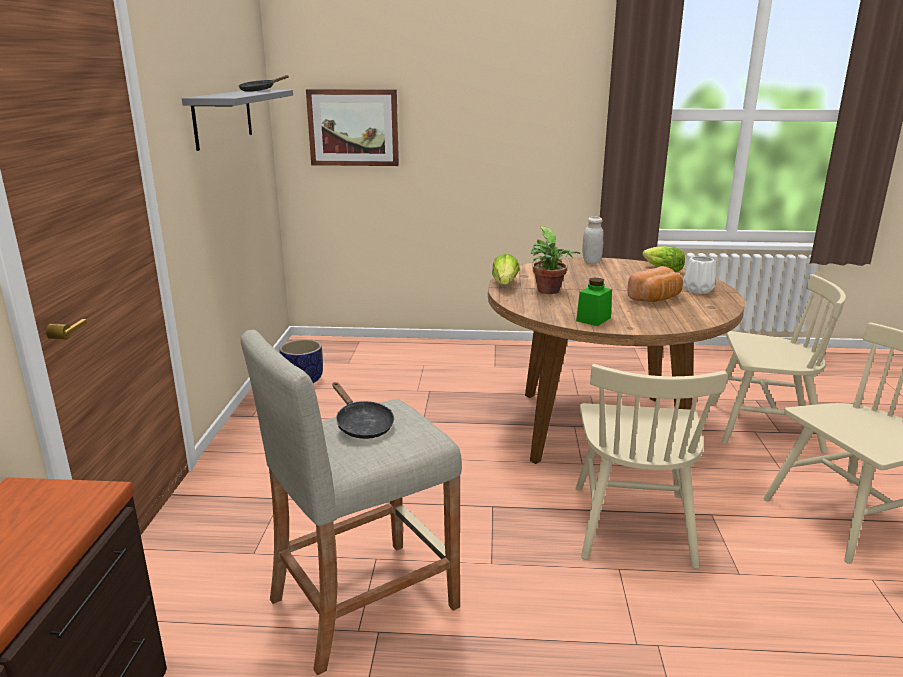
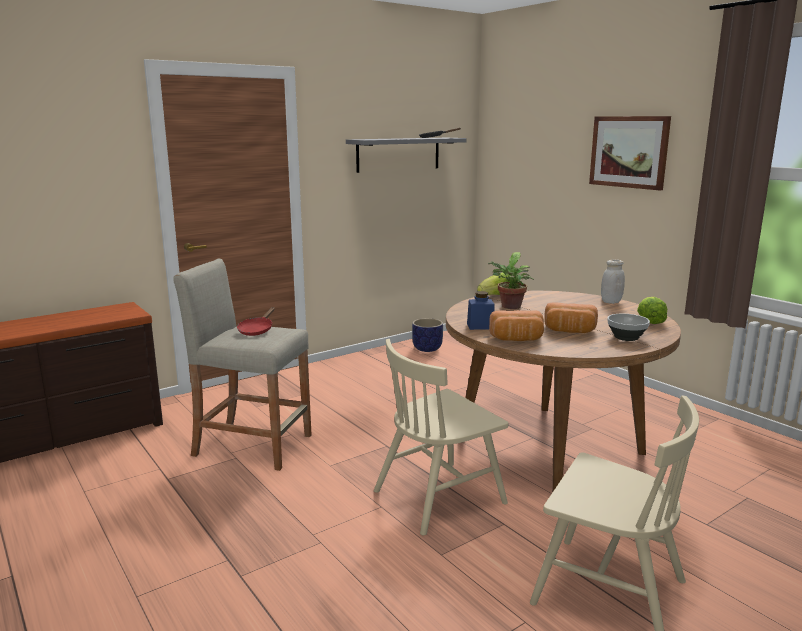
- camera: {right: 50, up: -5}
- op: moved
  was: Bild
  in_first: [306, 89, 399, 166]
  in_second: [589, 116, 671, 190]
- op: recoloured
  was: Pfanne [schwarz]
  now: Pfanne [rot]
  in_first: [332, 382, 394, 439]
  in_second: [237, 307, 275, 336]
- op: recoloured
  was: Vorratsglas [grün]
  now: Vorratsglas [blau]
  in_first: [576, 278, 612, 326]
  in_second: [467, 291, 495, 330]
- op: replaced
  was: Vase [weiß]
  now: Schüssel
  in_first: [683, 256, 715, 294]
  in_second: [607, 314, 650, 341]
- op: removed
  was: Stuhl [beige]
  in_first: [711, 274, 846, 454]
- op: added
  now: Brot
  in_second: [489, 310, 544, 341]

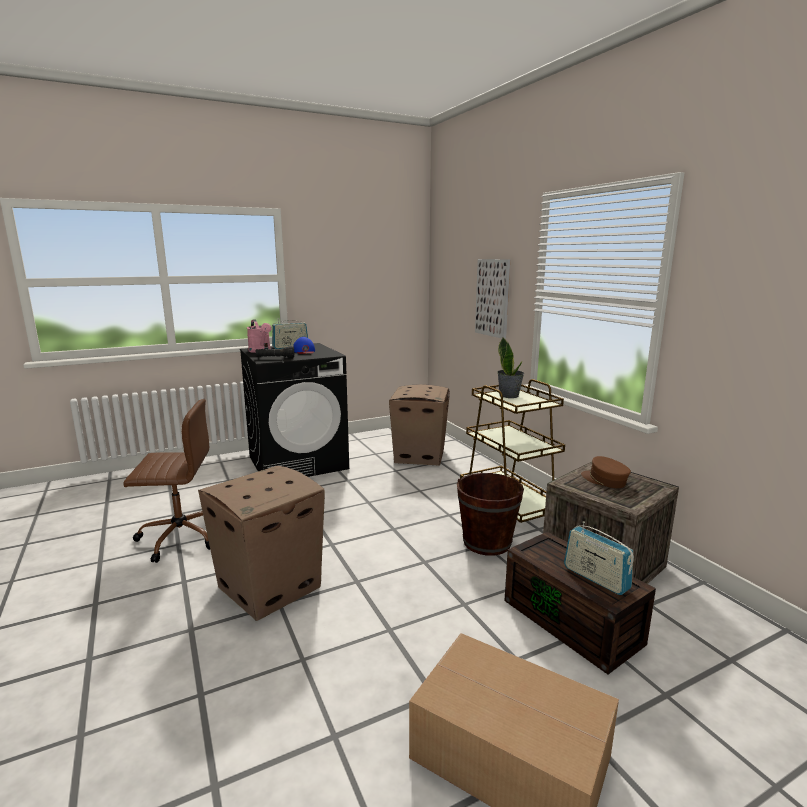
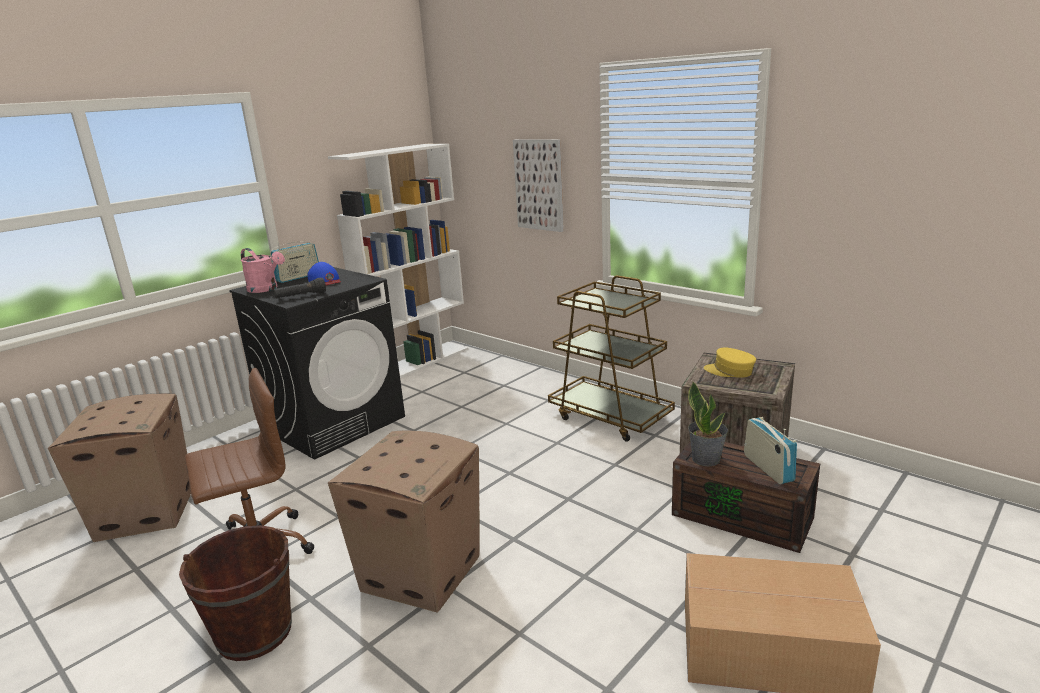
- camera: {right: -20, up: 5}
- op: moved
  was: Karton
  in_first: [389, 384, 450, 466]
  in_second: [48, 394, 191, 542]
- op: moved
  was: Eimer [braun]
  in_first: [457, 473, 524, 556]
  in_second: [179, 525, 292, 661]
- op: moved
  was: Topfpflanze
  in_first: [497, 337, 524, 398]
  in_second: [688, 381, 728, 466]
- op: turned
  was: Radio
  in_first: [564, 521, 634, 595]
  in_second: [744, 417, 797, 484]
  clockwise: -135
- op: recoloured
  was: Kappe [braun]
  now: Kappe [gelb]
  in_first: [581, 456, 631, 488]
  in_second: [704, 347, 756, 378]
- op: added
  now: Bücherregal [weiß]
  in_second: [328, 144, 468, 378]

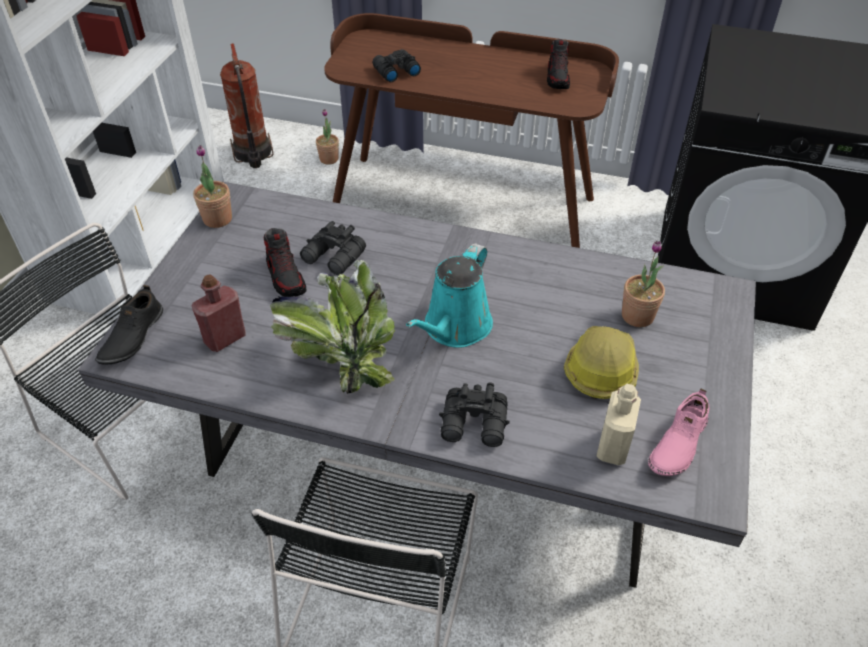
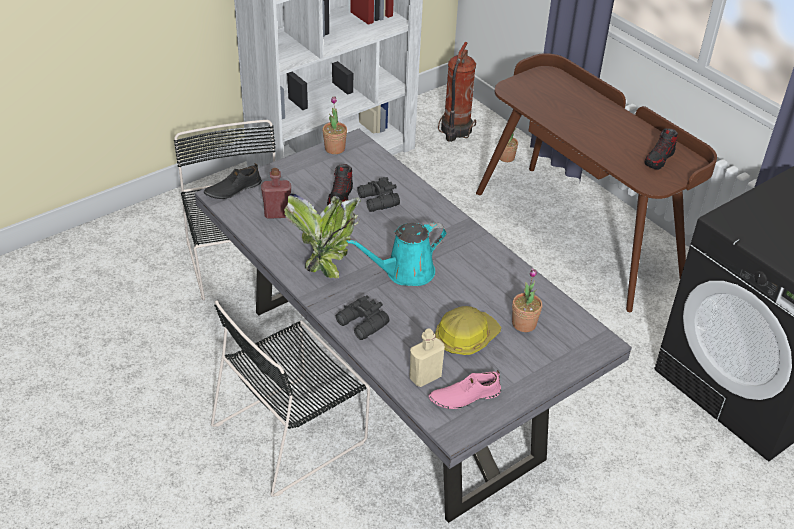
- camera: {right: 35, up: -5}
- op: removed
  was: Fernglas [schwarz]
  in_first: [372, 49, 421, 82]

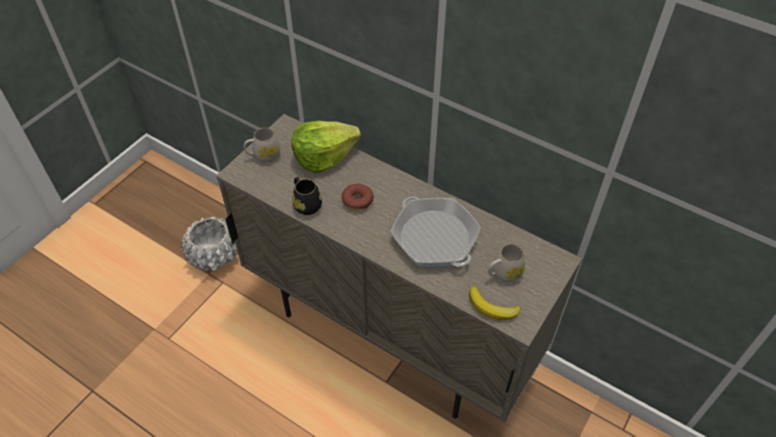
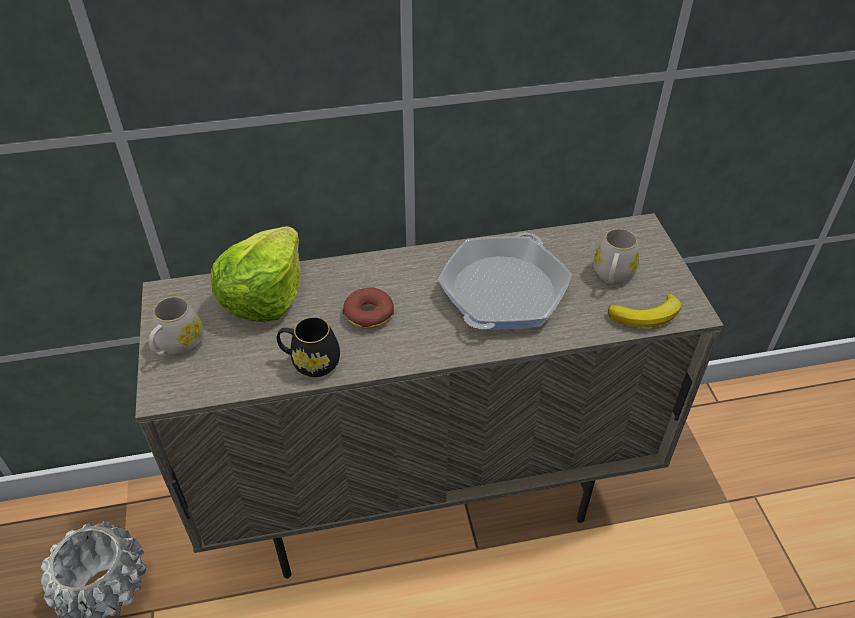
- camera: {right: -45, up: -5}
- op: turned
  was: Pfanne
  in_first: [390, 197, 481, 267]
  in_second: [438, 233, 572, 330]
  clockwise: -75

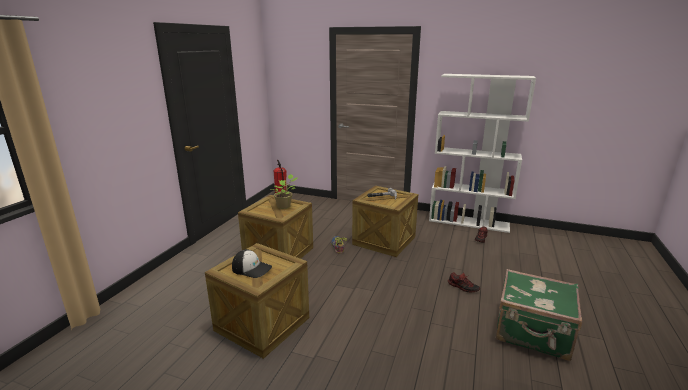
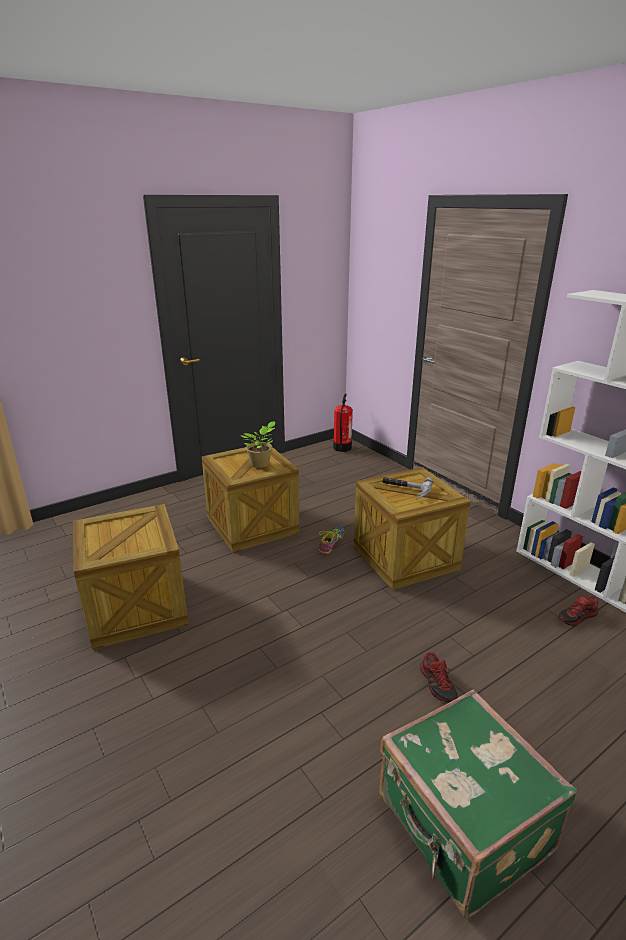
- camera: {right: 35, up: 5}
- op: removed
  was: Kappe
  in_first: [232, 249, 272, 278]

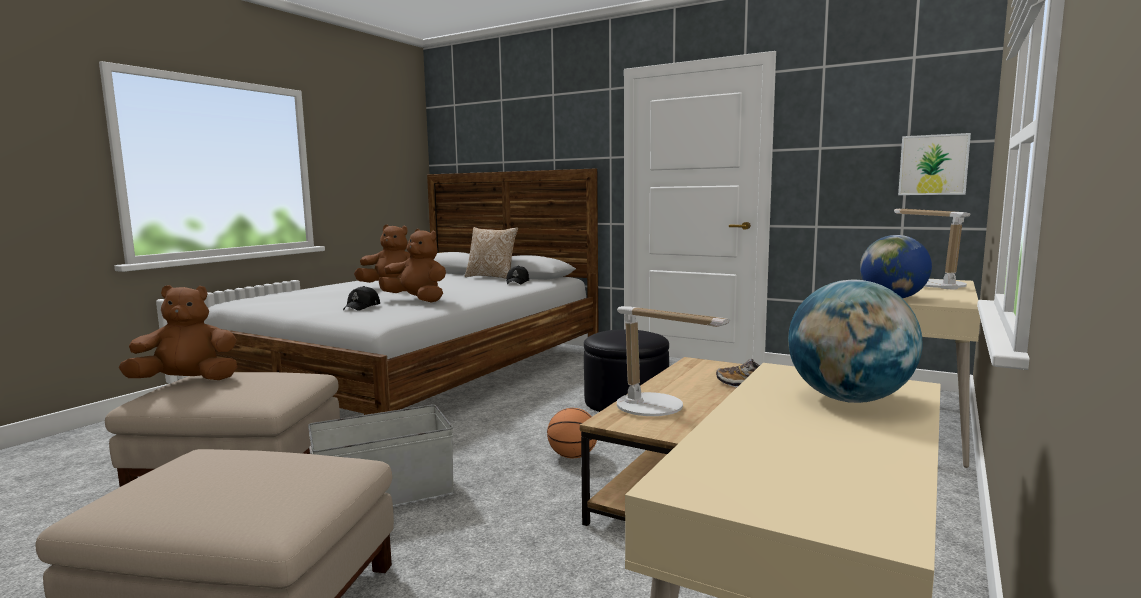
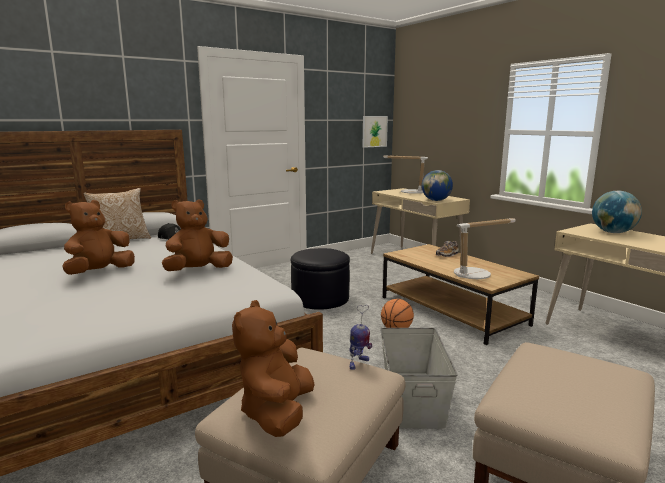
- camera: {right: -65, up: 5}
- op: removed
  was: Kappe [schwarz]
  in_first: [343, 286, 380, 311]
- op: added
  now: Spielzeugroboter
  in_second: [349, 305, 372, 370]

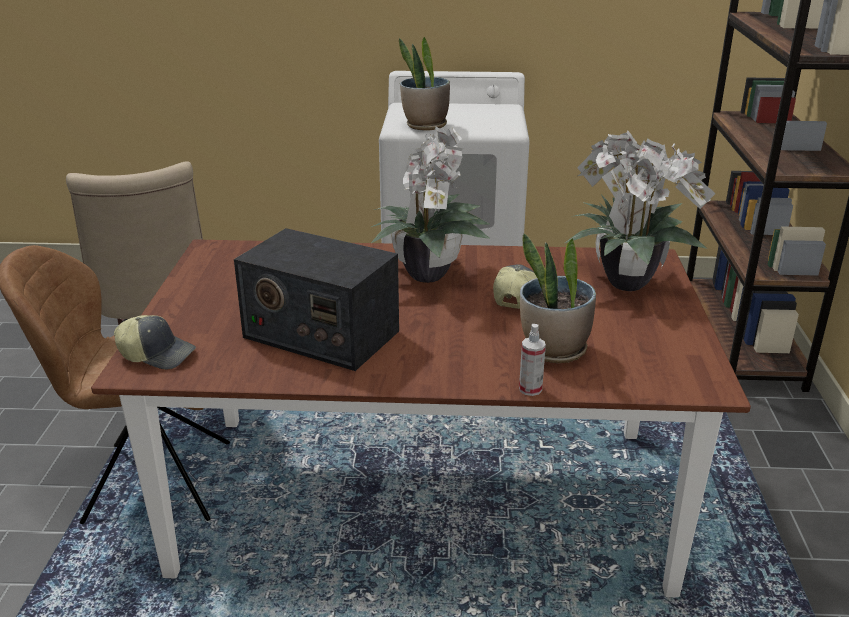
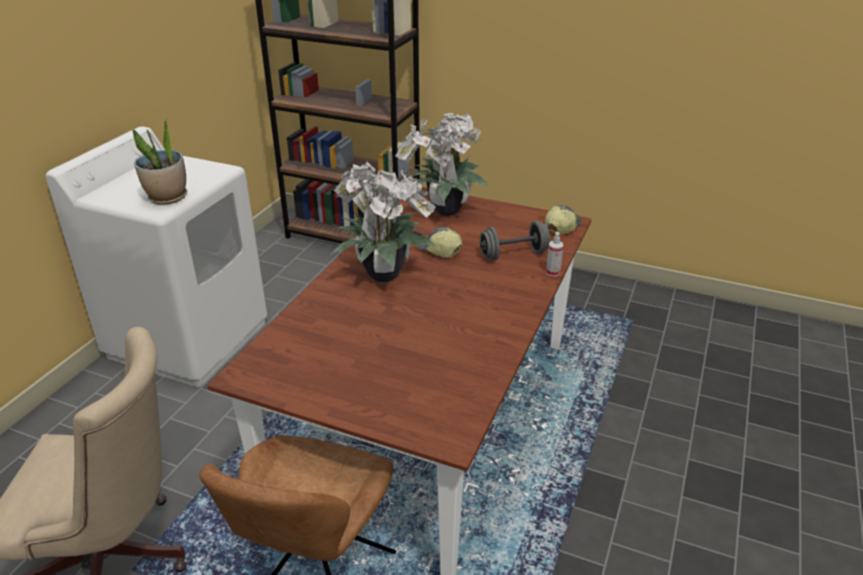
- camera: {right: -70, up: 5}
- op: moved
  was: Kappe
  in_first: [114, 315, 196, 370]
  in_second: [545, 205, 582, 235]
- op: removed
  was: Radio
  in_first: [234, 228, 399, 371]
- op: replaced
  was: Topfpflanze
  now: Hantel [grau]
  in_first: [520, 233, 596, 363]
  in_second: [480, 221, 550, 260]

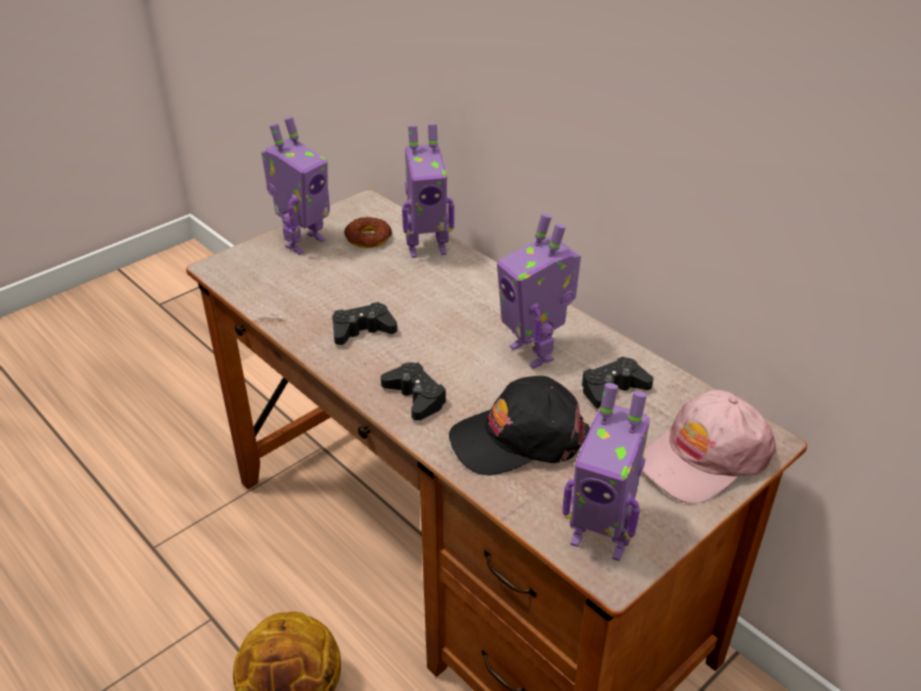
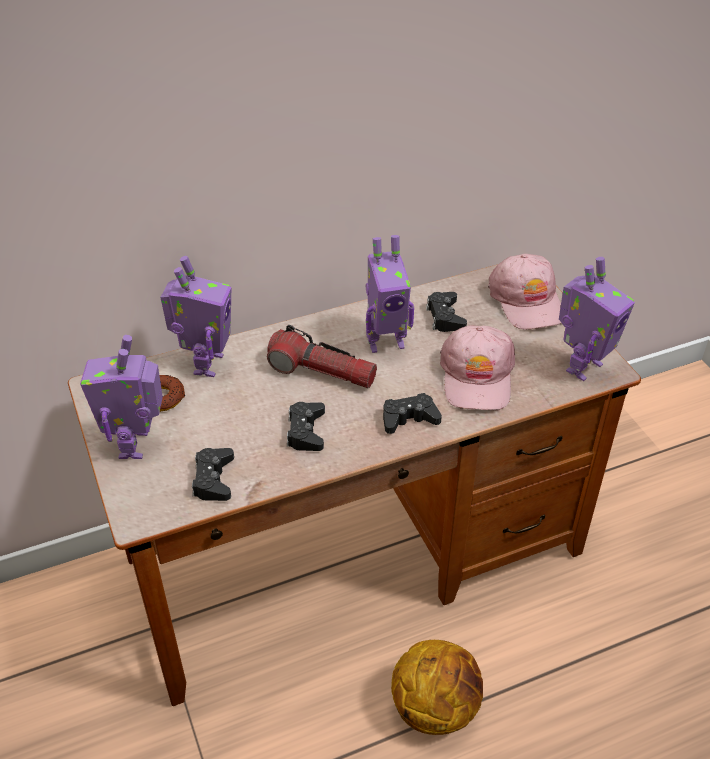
- camera: {right: -70, up: 5}
- op: turned
  was: Spielzeugroboter
  in_first: [261, 117, 330, 254]
  in_second: [80, 335, 163, 459]
  clockwise: -150
- op: recoloured
  was: Kappe [schwarz]
  now: Kappe [rosa]
  in_first: [449, 376, 590, 476]
  in_second: [440, 325, 515, 410]
- op: added
  now: Gamepad [schwarz]
  in_second: [192, 448, 234, 501]
- op: added
  now: Taschenlampe
  in_second: [267, 325, 377, 388]

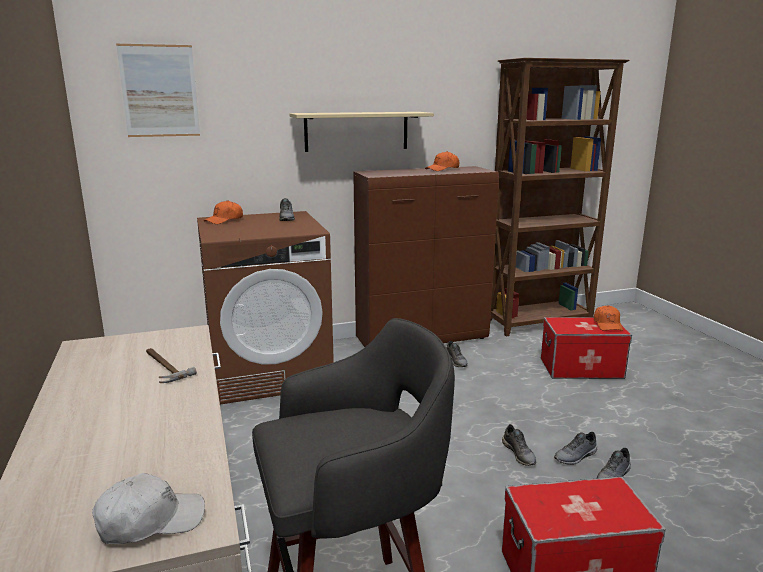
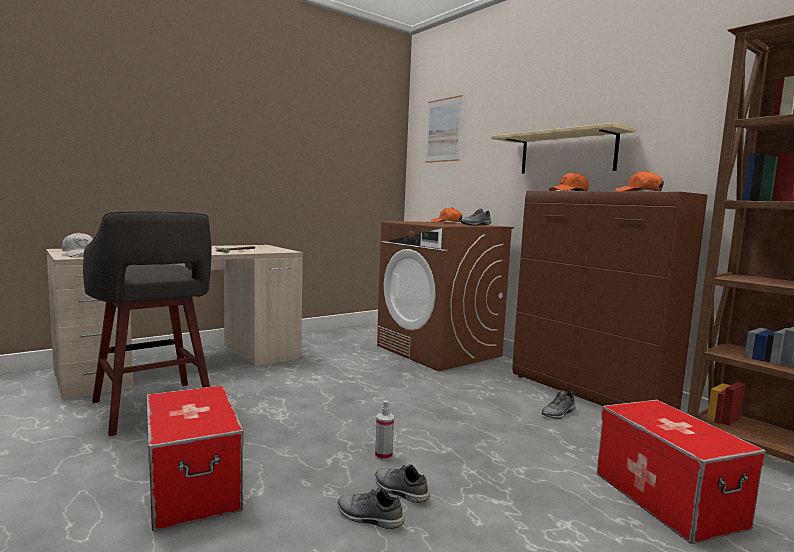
- camera: {right: 70, up: -10}
- op: replaced
  was: Schuh [grau]
  now: Sprühflasche
  in_first: [502, 424, 536, 466]
  in_second: [375, 400, 394, 461]
- op: moved
  was: Kappe [orange]
  in_first: [594, 305, 623, 331]
  in_second: [549, 172, 589, 191]

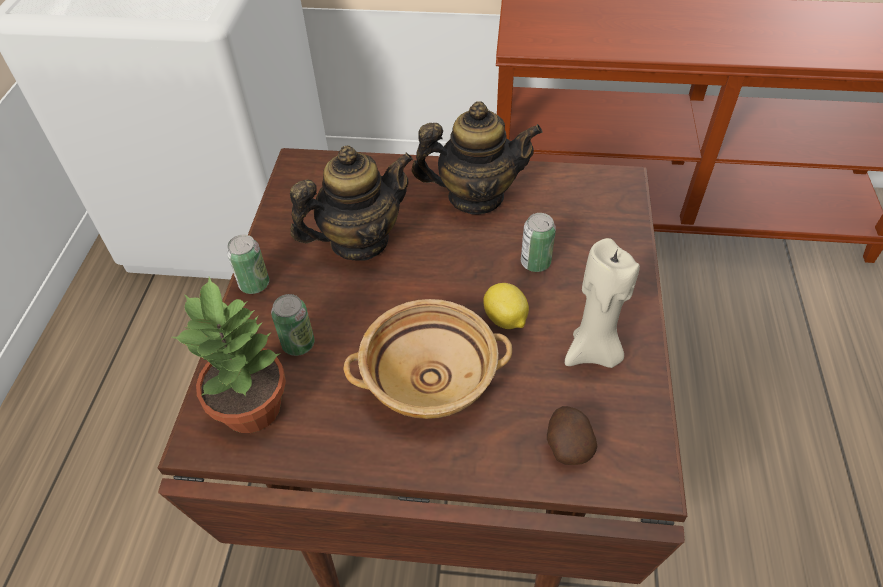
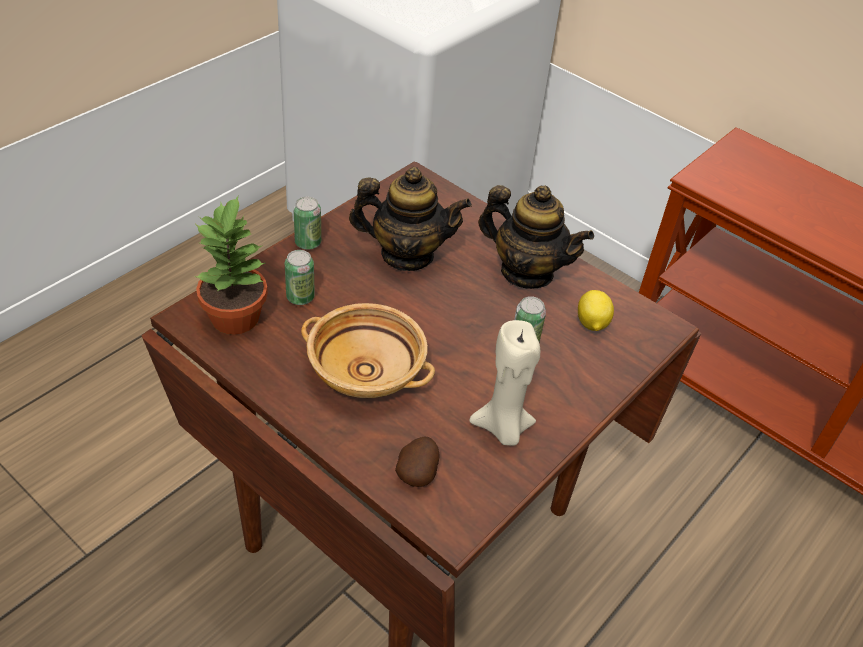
- camera: {right: 30, up: -5}
- op: moved
  was: Zitrone
  in_first: [483, 283, 529, 329]
  in_second: [578, 290, 614, 331]

